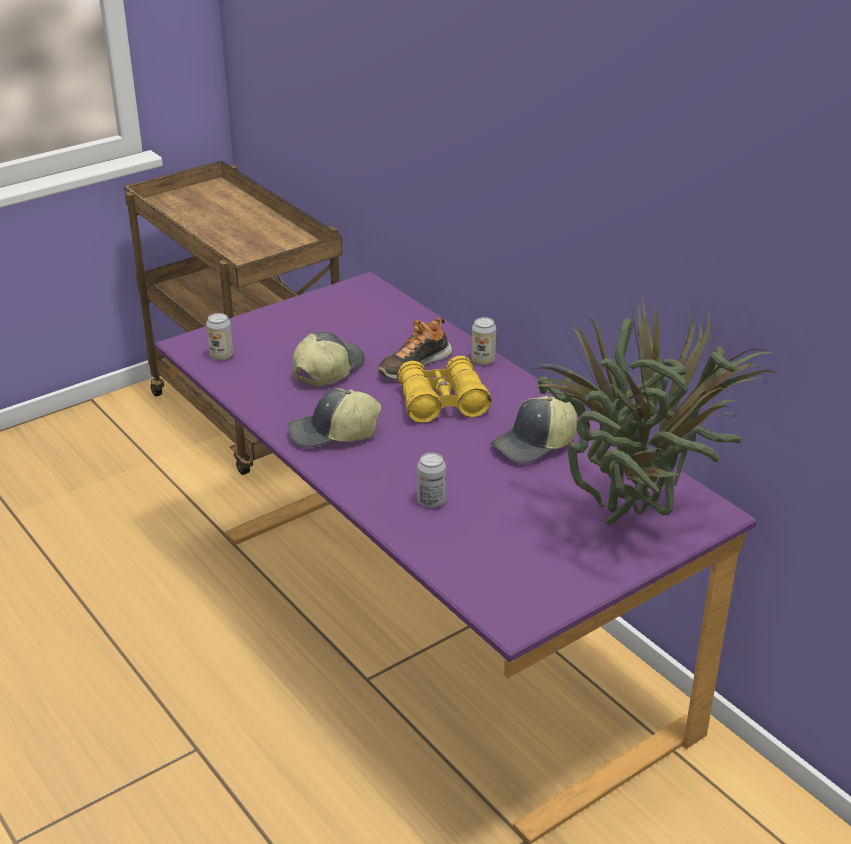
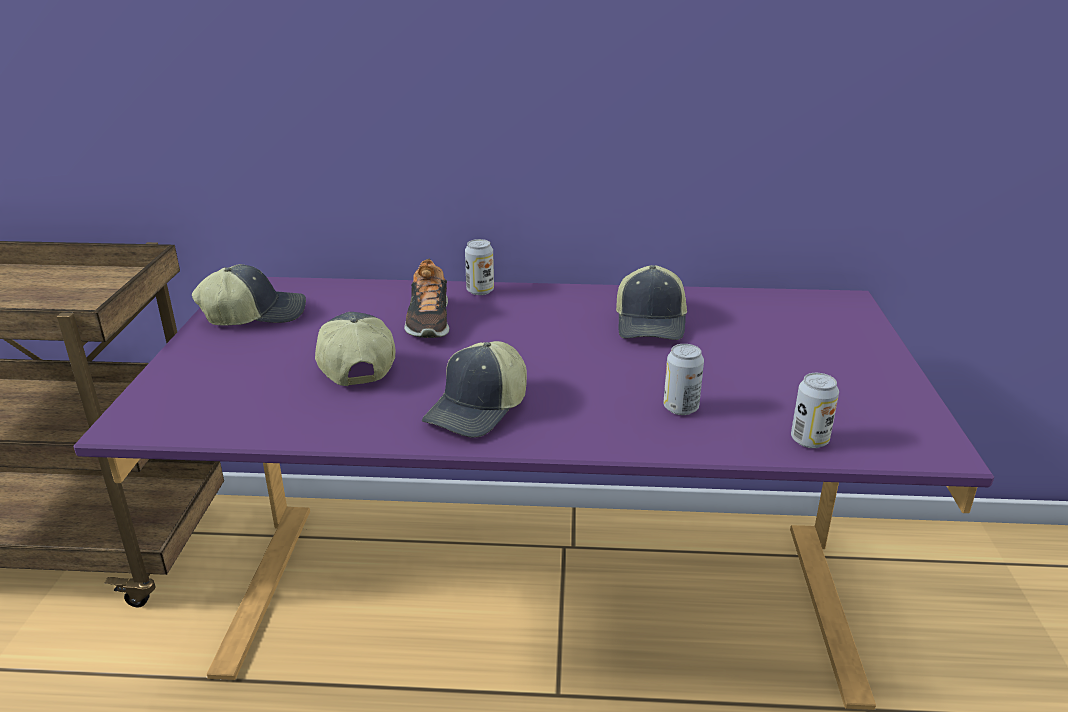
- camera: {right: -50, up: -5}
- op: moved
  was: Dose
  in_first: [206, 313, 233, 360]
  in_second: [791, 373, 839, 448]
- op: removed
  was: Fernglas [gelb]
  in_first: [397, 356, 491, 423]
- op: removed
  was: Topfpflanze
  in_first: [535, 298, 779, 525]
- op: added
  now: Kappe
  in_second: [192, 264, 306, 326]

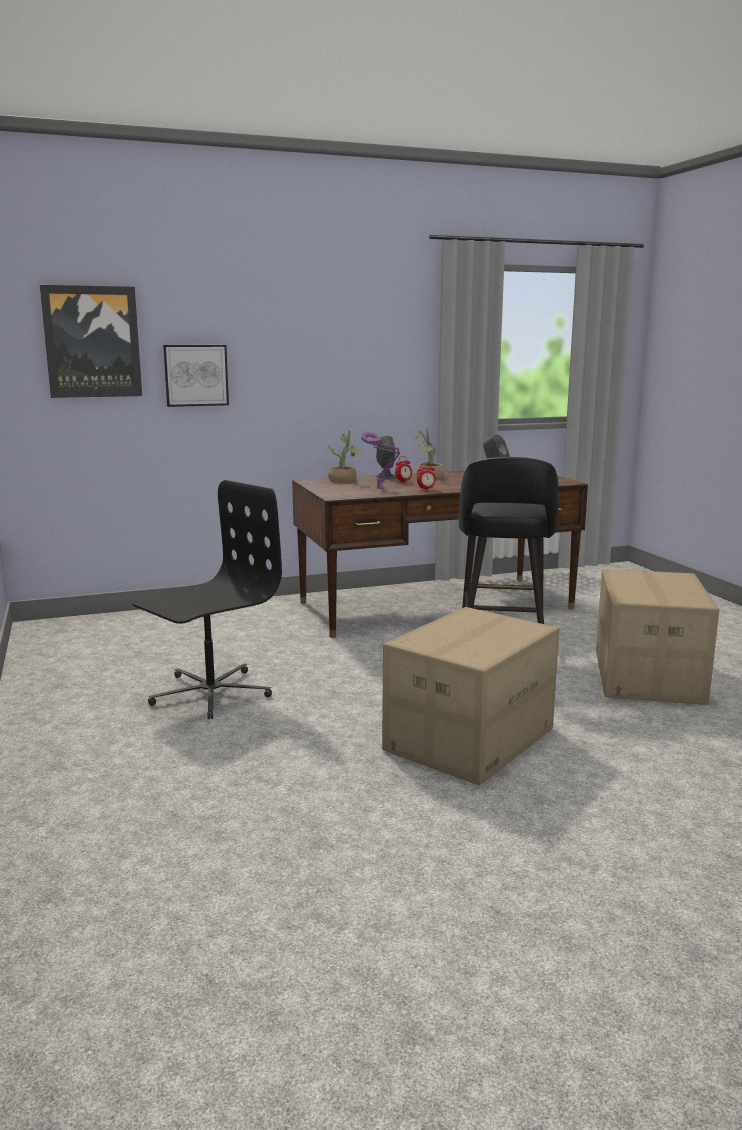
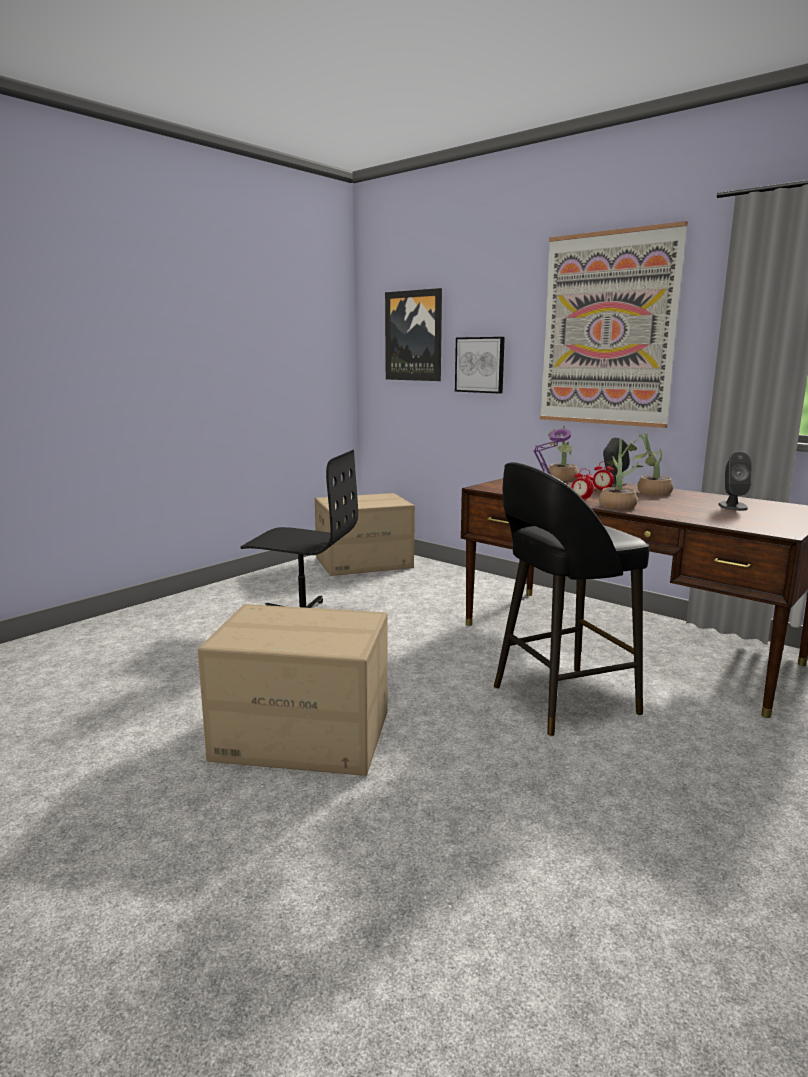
- camera: {right: 60, up: 0}
- op: moved
  was: Karton
  in_first: [596, 569, 719, 705]
  in_second: [315, 493, 415, 576]
- op: added
  now: Bild
  in_second: [540, 221, 688, 428]
- op: added
  now: Topfpflanze
  in_second: [599, 439, 643, 510]

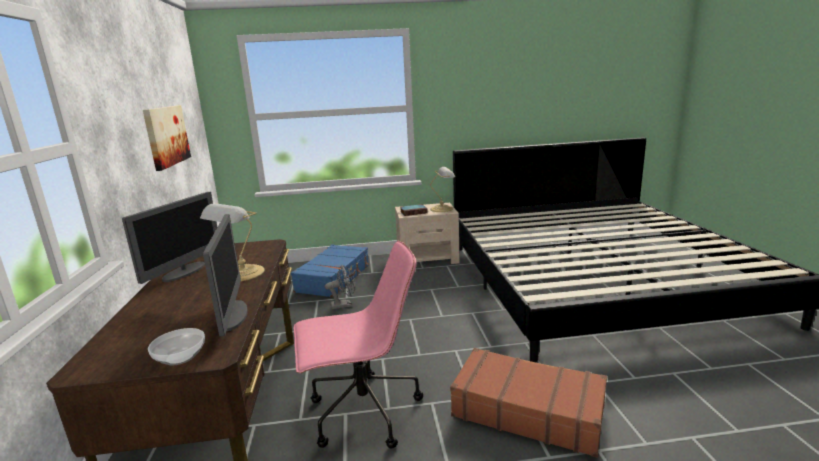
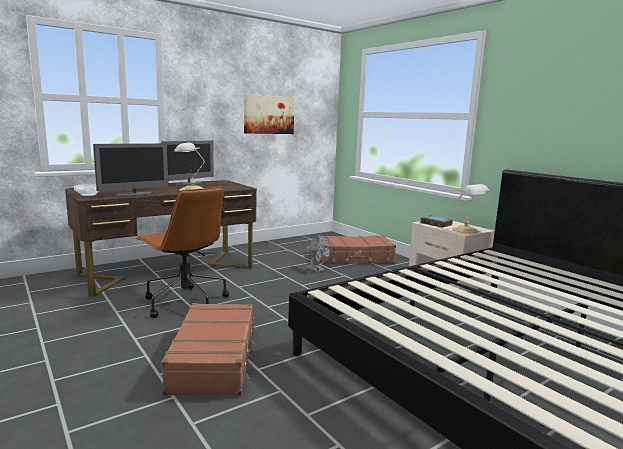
- camera: {right: 60, up: -5}
- op: turned
  was: Monitor
  in_first: [122, 192, 217, 284]
  in_second: [161, 141, 214, 186]
  clockwise: -45
- op: recoloured
  was: Koffer [blau]
  now: Koffer [braun]
  in_first: [291, 244, 369, 297]
  in_second: [317, 235, 396, 264]
- op: recoloured
  was: Bürostuhl [rosa]
  now: Bürostuhl [braun]
  in_first: [294, 241, 423, 449]
  in_second: [135, 187, 229, 318]

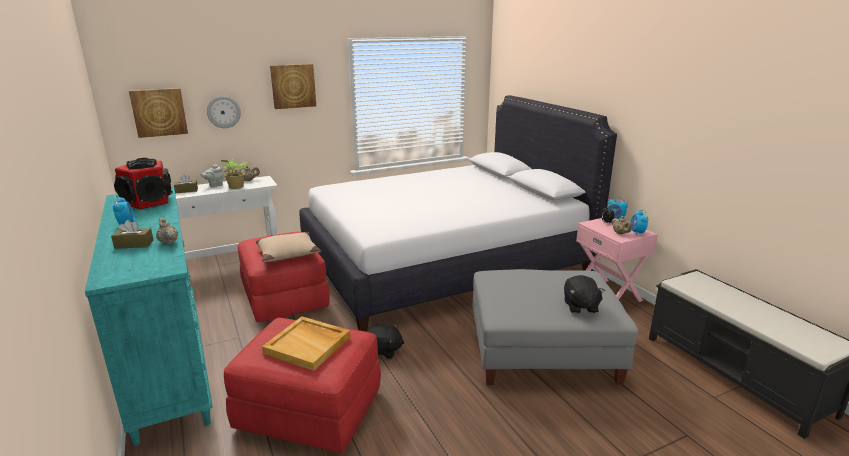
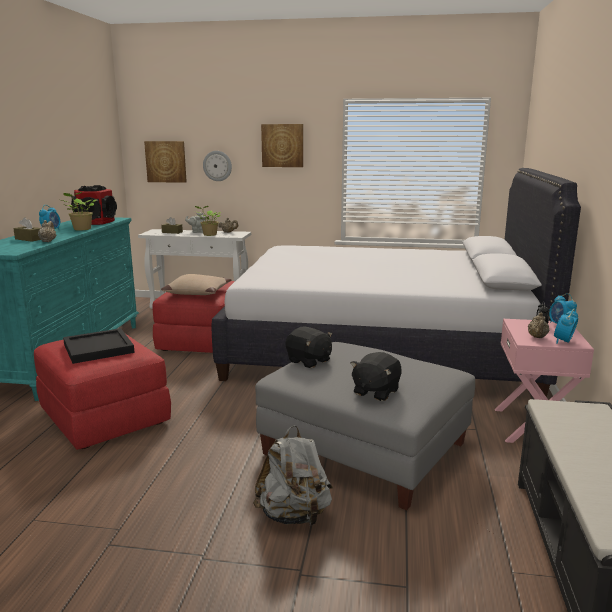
- camera: {right: 35, up: -5}
- op: recoloured
  was: Tablett [beige]
  now: Tablett [schwarz]
  in_first: [262, 316, 350, 371]
  in_second: [63, 328, 135, 364]
- op: moved
  was: Plüschtier [schwarz]
  in_first: [367, 324, 405, 359]
  in_second: [285, 327, 332, 368]
- op: added
  now: Topfpflanze
  in_second: [61, 192, 96, 230]
- op: added
  now: Rucksack [grau]
  in_second: [253, 425, 333, 526]

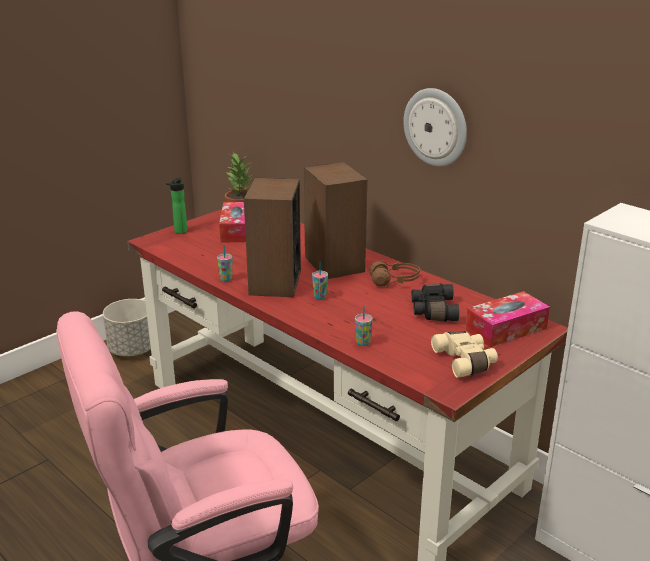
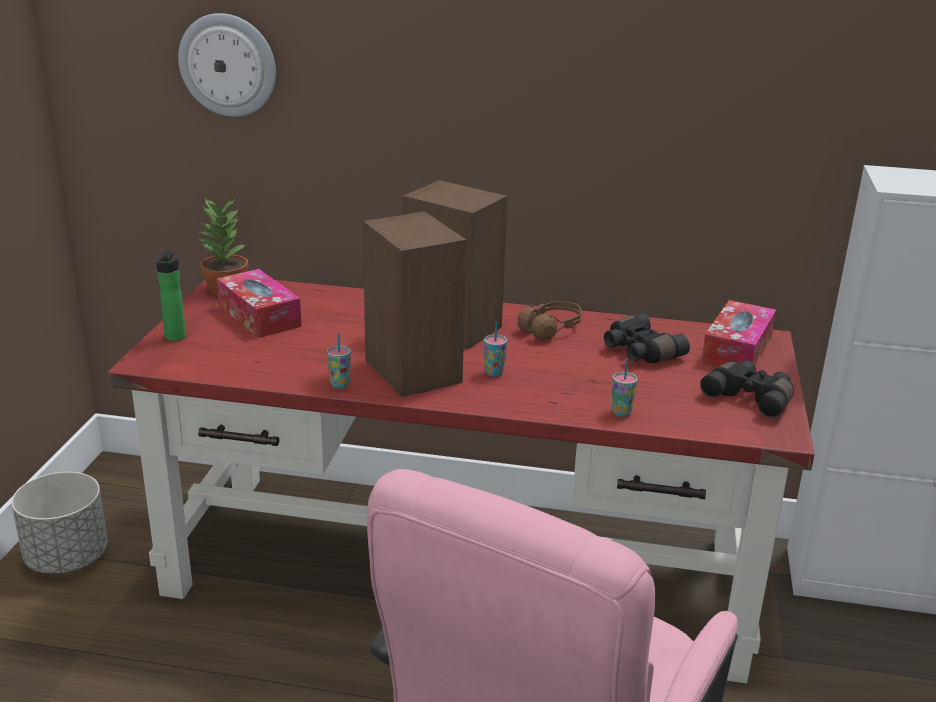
- camera: {right: -35, up: 0}
- op: moved
  was: Wanduhr
  in_first: [403, 88, 467, 166]
  in_second: [178, 13, 276, 117]
- op: recoloured
  was: Fernglas [beige]
  now: Fernglas [schwarz]
  in_first: [431, 331, 498, 378]
  in_second: [700, 361, 794, 418]

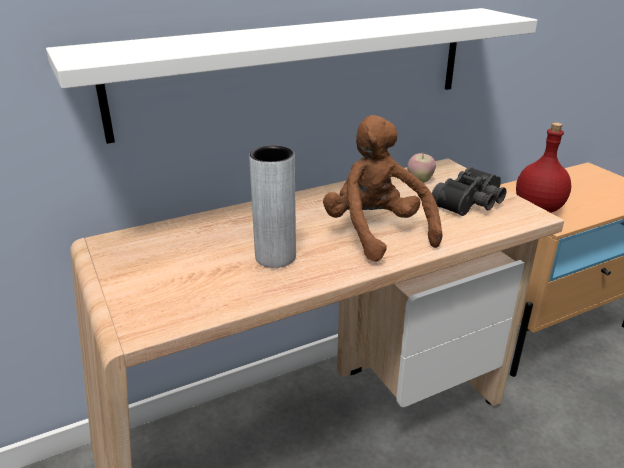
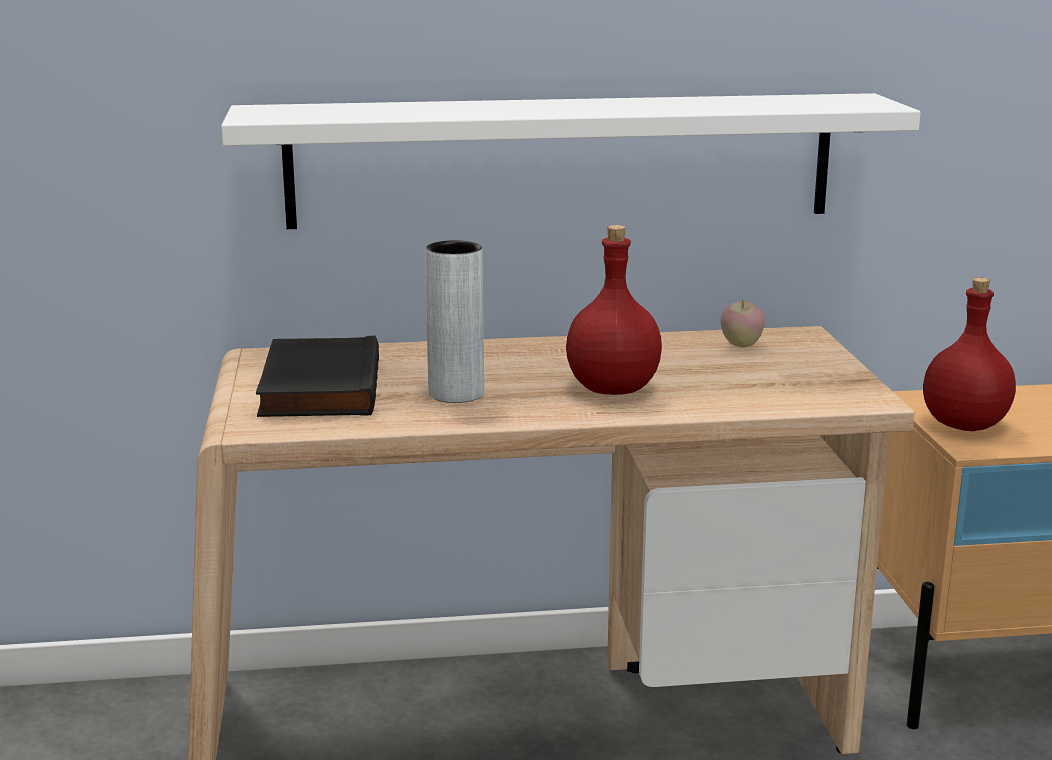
- camera: {right: 20, up: -10}
- op: replaced
  was: Plüschtier [braun]
  now: Flasche [rot]
  in_first: [323, 115, 442, 262]
  in_second: [566, 225, 662, 395]
- op: removed
  was: Fernglas [schwarz]
  in_first: [432, 167, 507, 216]
- op: added
  now: Buch [schwarz]
  in_second: [256, 336, 379, 417]

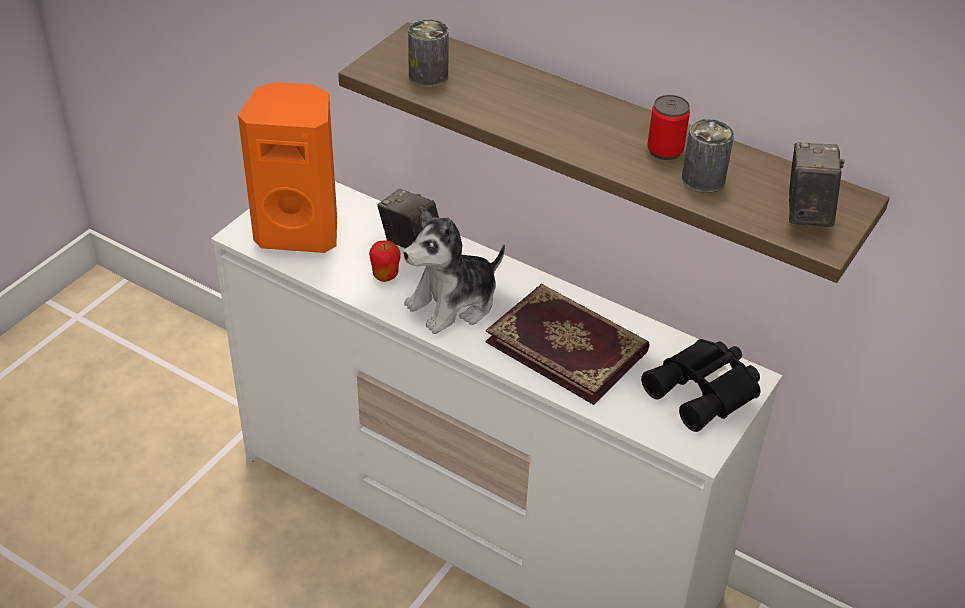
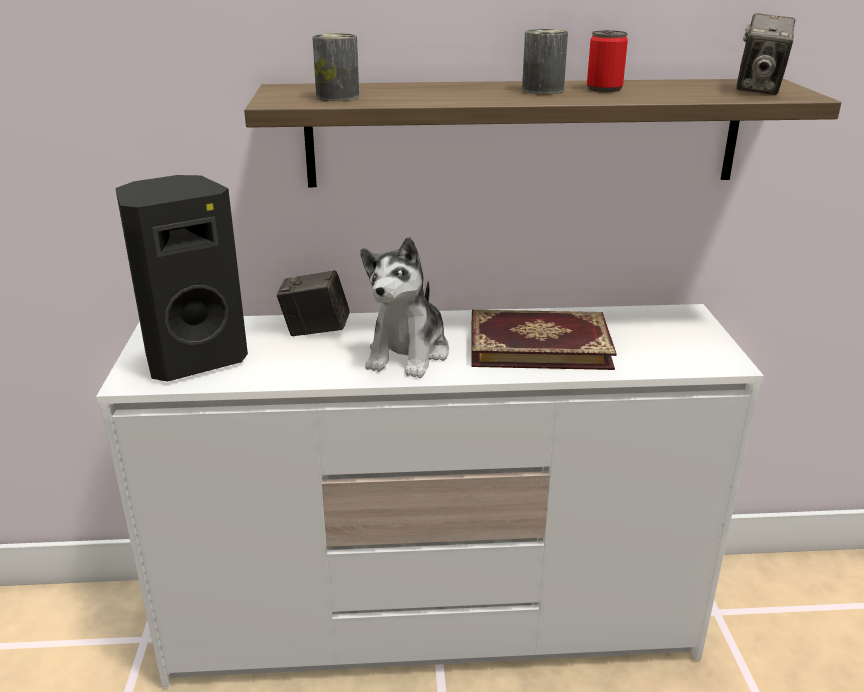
- camera: {right: -35, up: -15}
- op: recoloured
  was: Lautsprecher [orange]
  now: Lautsprecher [schwarz]
  in_first: [238, 82, 337, 253]
  in_second: [115, 175, 248, 382]
- op: removed
  was: Apfel
  in_first: [369, 240, 401, 282]
- op: removed
  was: Fernglas [schwarz]
  in_first: [641, 339, 760, 432]
- op: moved
  was: Dose
  in_first: [682, 119, 734, 193]
  in_second: [522, 29, 568, 94]
- op: turned
  was: Kamera
  in_first: [789, 143, 845, 227]
  in_second: [736, 13, 795, 95]
  clockwise: -135

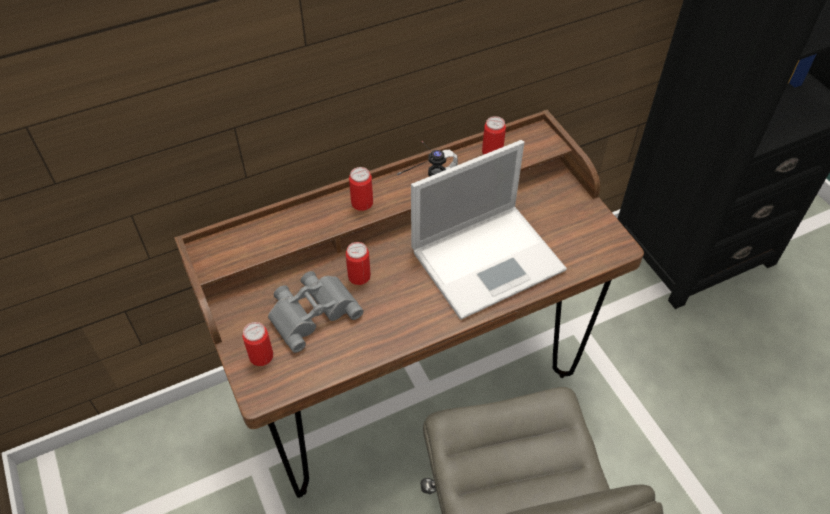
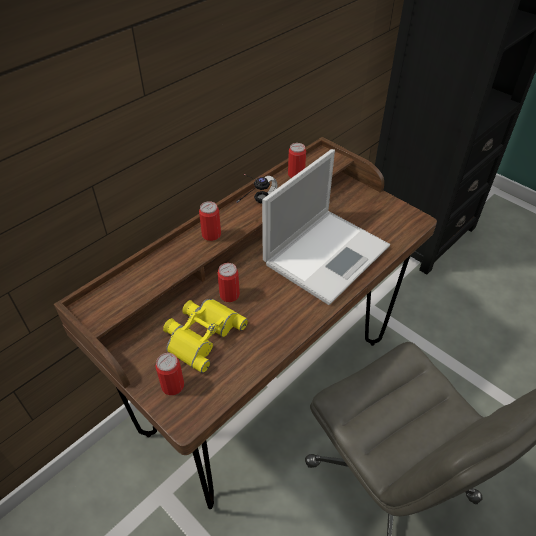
- camera: {right: -20, up: -5}
- op: recoloured
  was: Fernglas [grau]
  now: Fernglas [gelb]
  in_first: [268, 271, 363, 353]
  in_second: [163, 299, 248, 373]

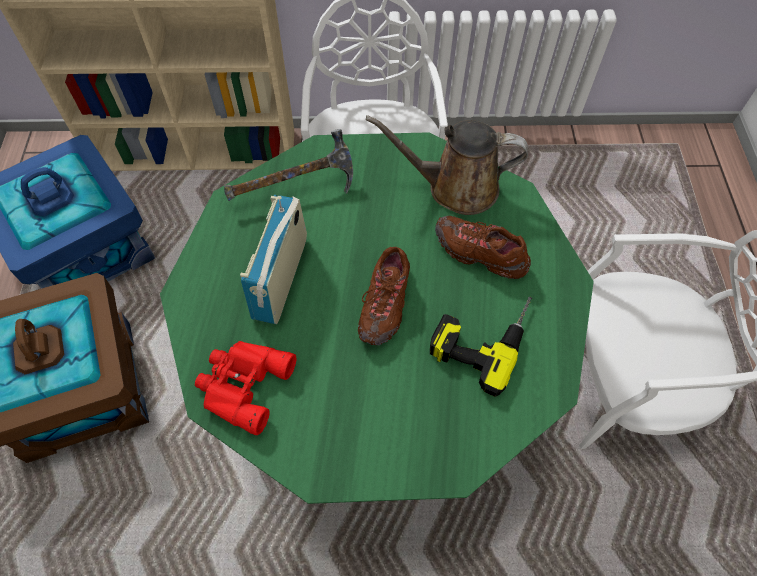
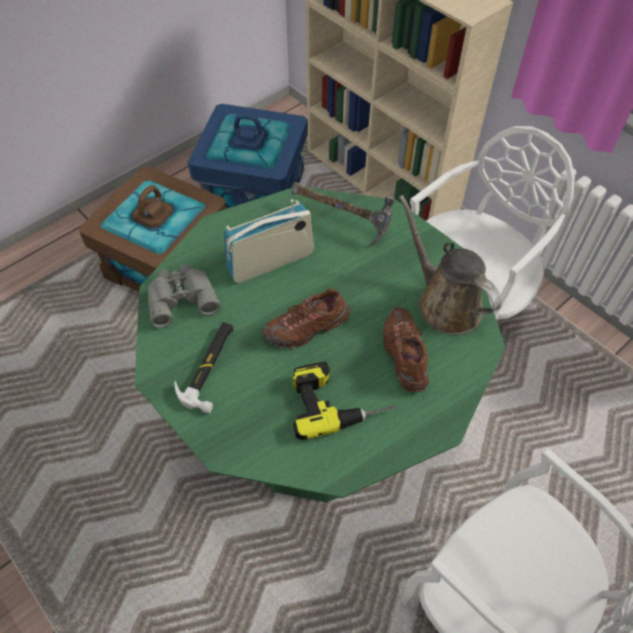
- camera: {right: 50, up: -5}
- op: recoloured
  was: Fernglas [rot]
  now: Fernglas [grau]
  in_first: [195, 341, 297, 435]
  in_second: [148, 264, 220, 328]
- op: added
  now: Hammer
  in_second: [175, 322, 234, 414]

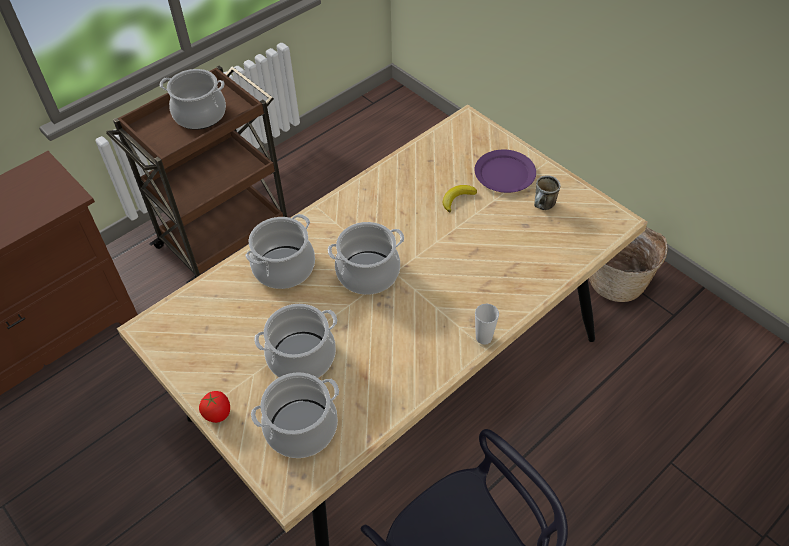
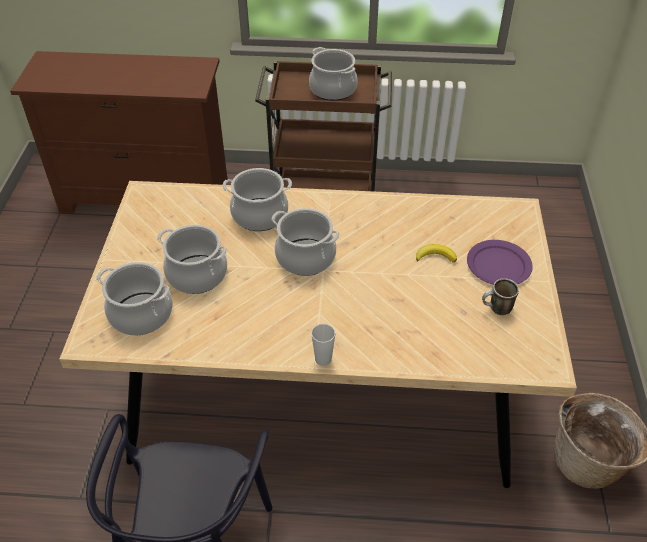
- camera: {right: 45, up: -5}
- op: removed
  was: Tomate
  in_first: [199, 391, 230, 423]

